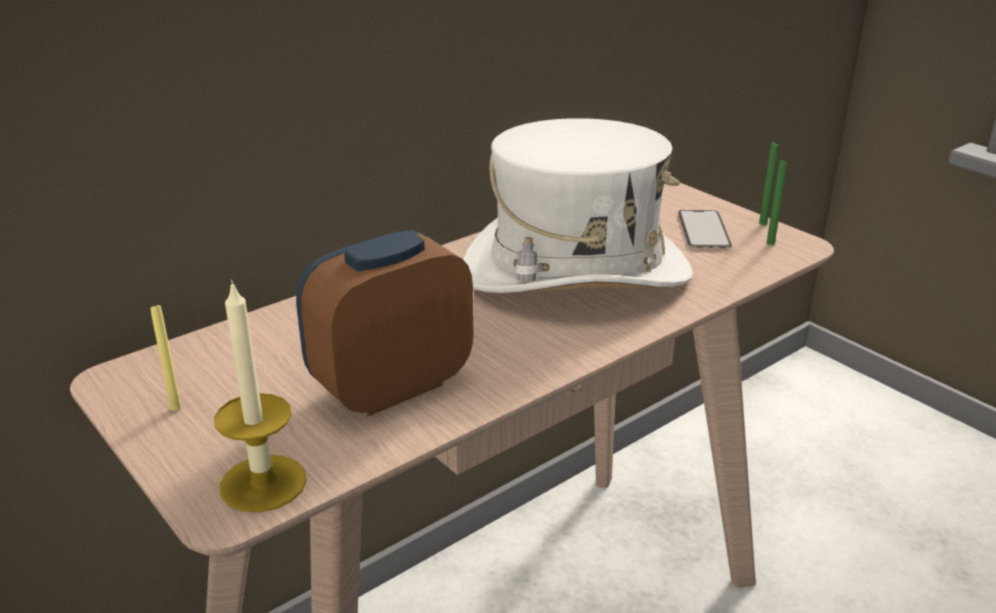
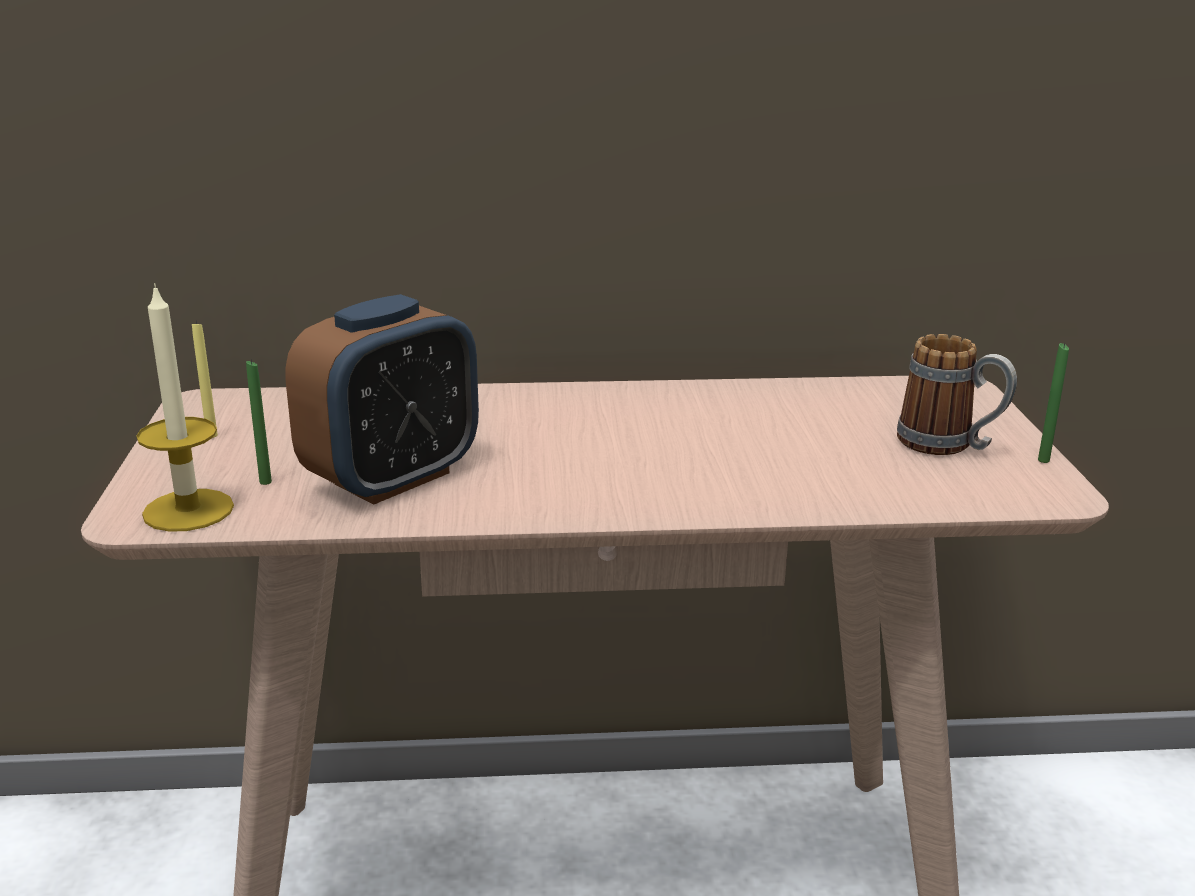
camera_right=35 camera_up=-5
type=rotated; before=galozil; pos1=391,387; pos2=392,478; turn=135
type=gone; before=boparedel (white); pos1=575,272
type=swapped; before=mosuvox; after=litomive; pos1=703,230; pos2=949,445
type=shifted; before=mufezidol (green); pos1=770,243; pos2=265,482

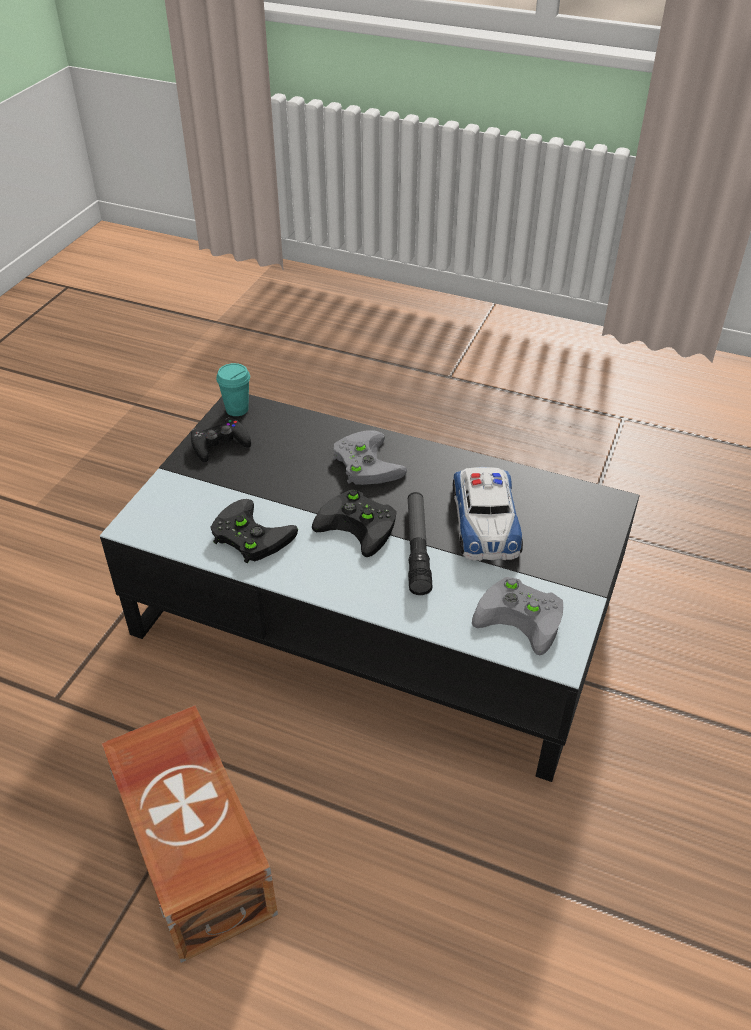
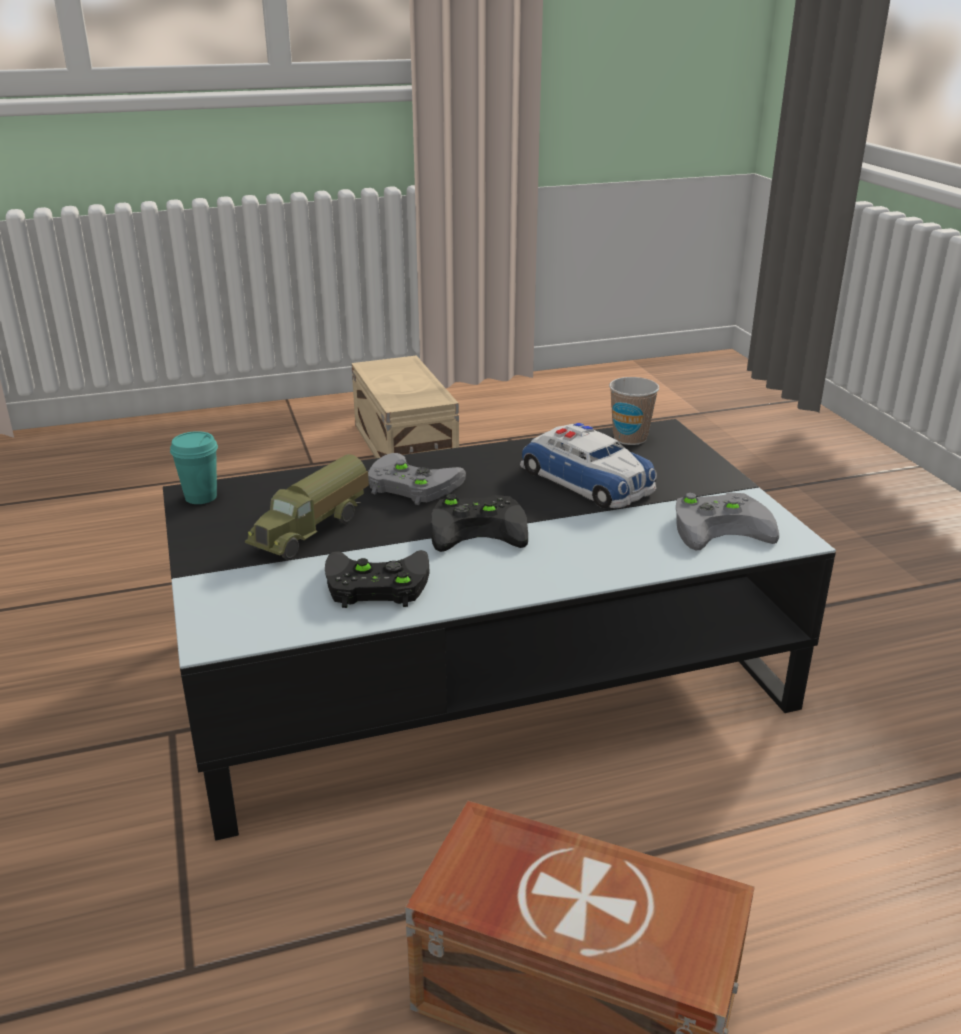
camera_right=-40 camera_up=-15
type=gone; before=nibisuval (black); pos1=220,444
type=gone; before=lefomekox; pos1=417,548
type=new; after=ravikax; pos2=313,531
type=new; after=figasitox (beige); pos2=403,448
type=new; after=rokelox; pos2=630,438

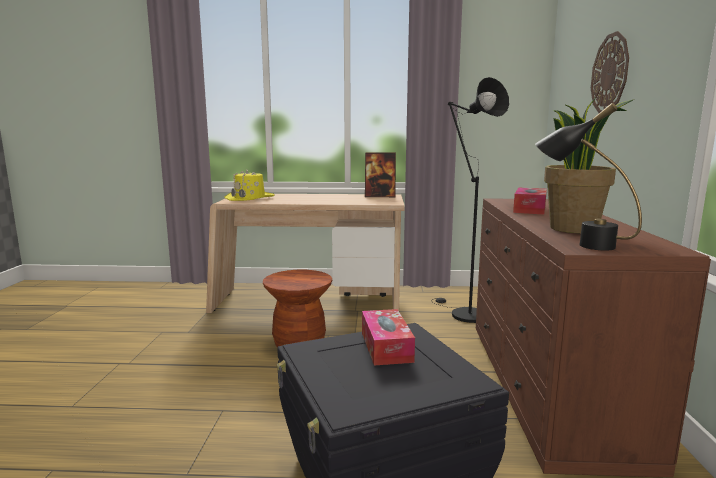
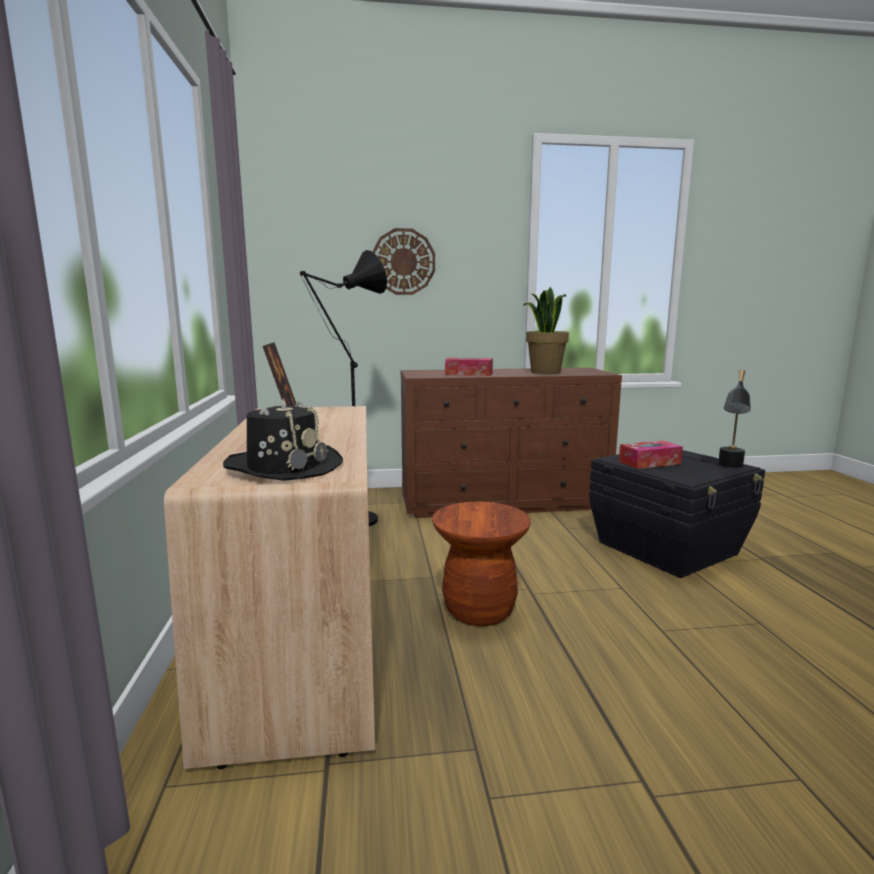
camera_right=-100 camera_up=0
type=repainted; before=boparedel (yellow); after=boparedel (black); pos1=250,198; pos2=284,466
type=shifted; before=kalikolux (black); pos1=579,244; pos2=730,467

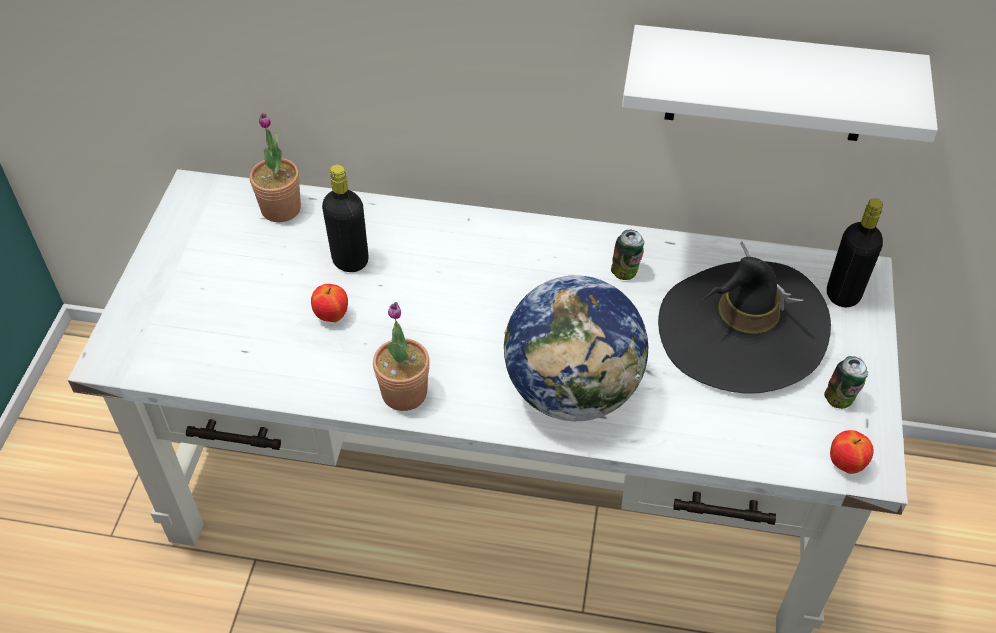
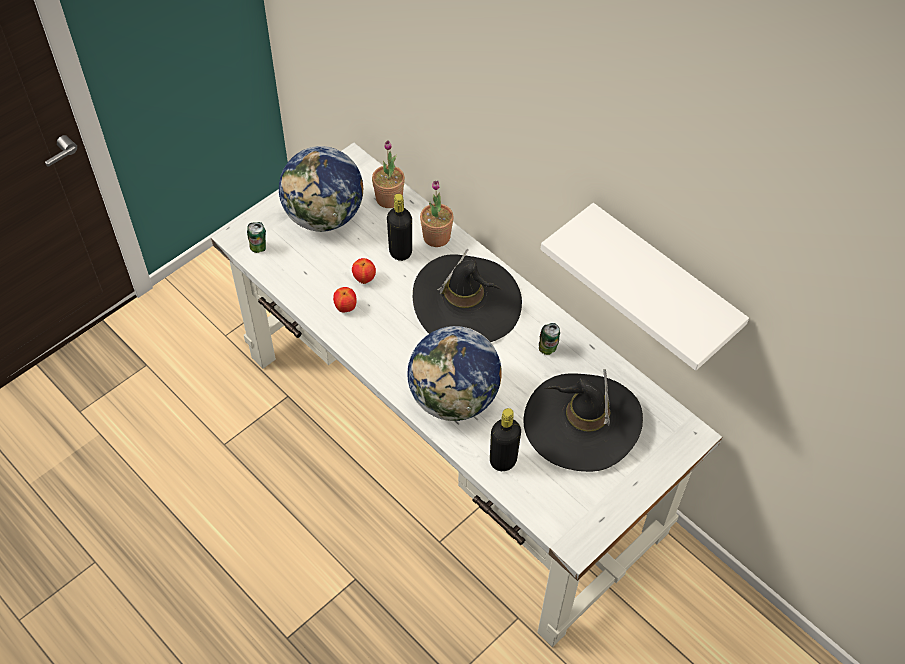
camera_right=35 camera_up=5
type=shifted; before=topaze; pos1=404,393; pos2=436,237
type=shifted; before=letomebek; pos1=840,399; pos2=259,248
type=shifted; before=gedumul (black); pos1=843,294; pos2=503,460
type=shifted; before=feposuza; pos1=845,464; pos2=345,308
type=new; after=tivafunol; pos2=324,216
type=new; after=boparedel (black); pos2=467,303

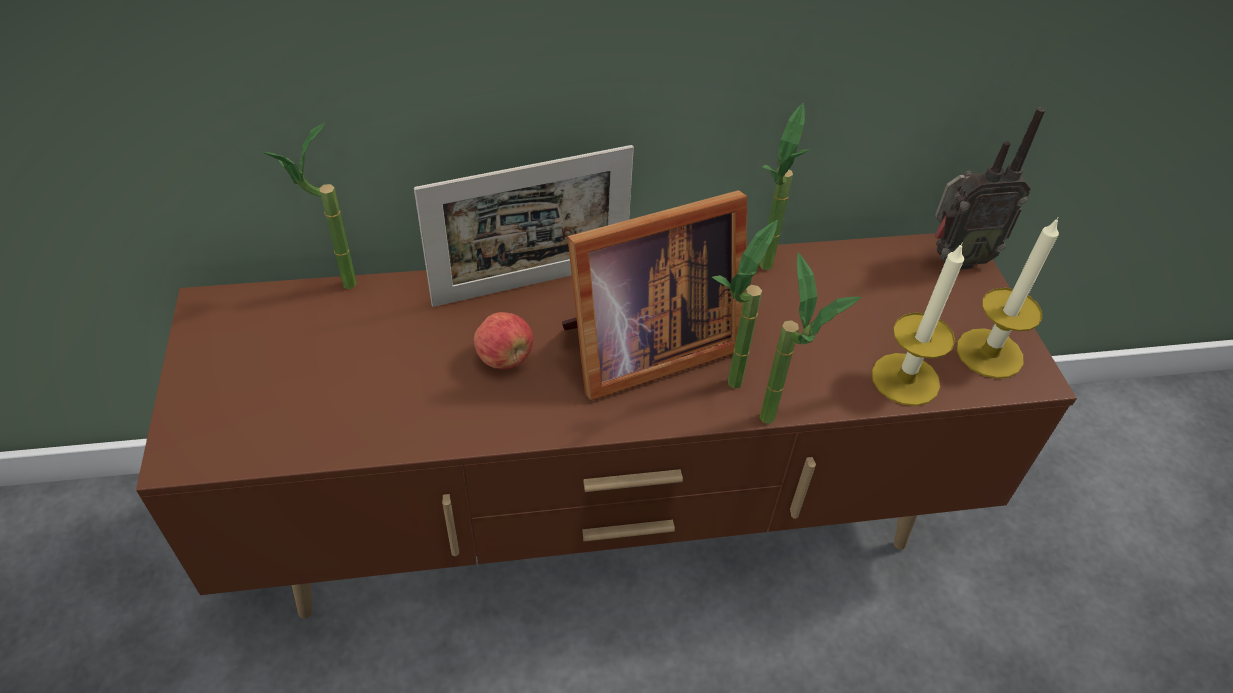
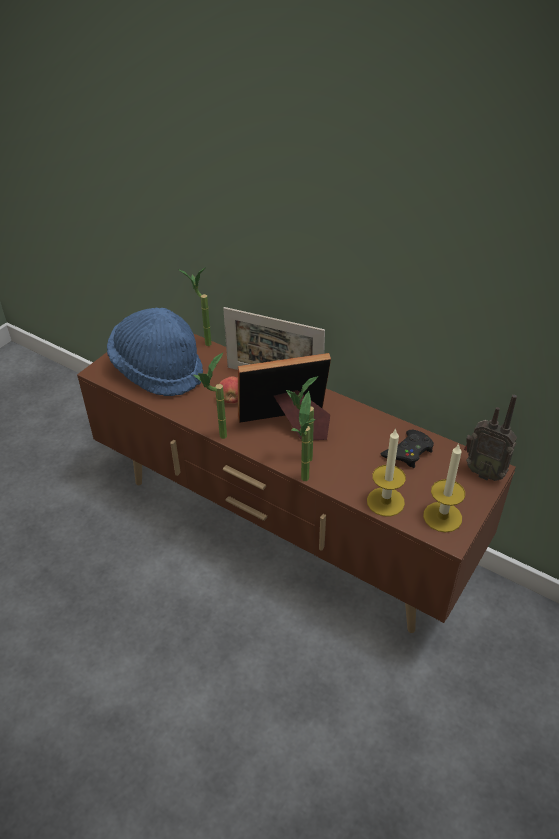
camera_right=45 camera_up=-5
type=rotated; before=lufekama; pos1=643,348; pos2=288,425; turn=150
type=shifted; before=topaze; pos1=765,275; pos2=217,440
type=new; after=boparedel (blue); pos2=158,370
type=new; after=nibisuval (black); pos2=408,452

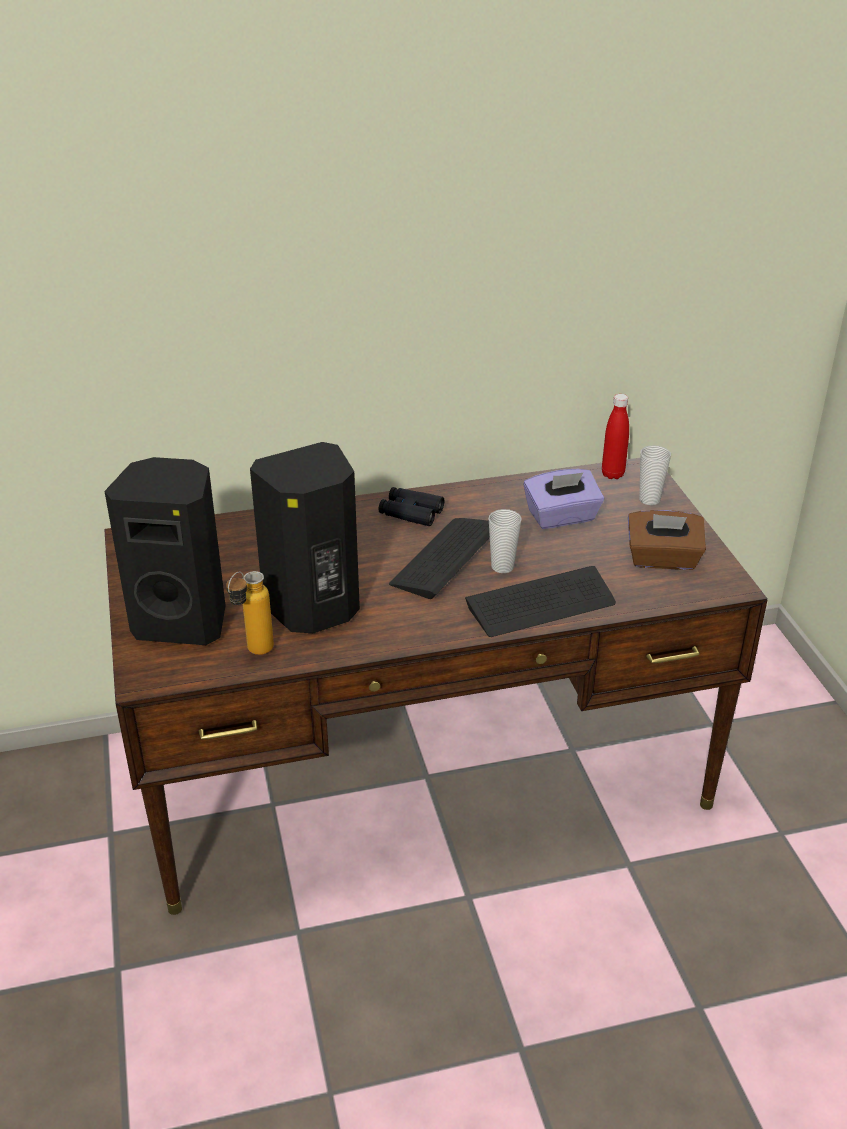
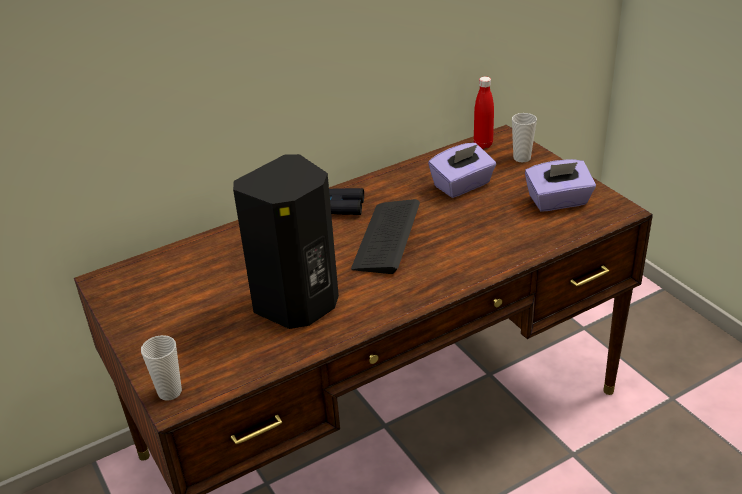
camera_right=-15 camera_up=0
type=gone; before=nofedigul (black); pos1=183,621
type=gone; before=gedumul; pos1=253,653
type=gone; before=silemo; pos1=541,604
type=shifted; before=rokelox; pos1=502,567; pos2=170,392
type=repainted; before=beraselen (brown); after=beraselen (purple); pos1=663,559; pos2=558,201

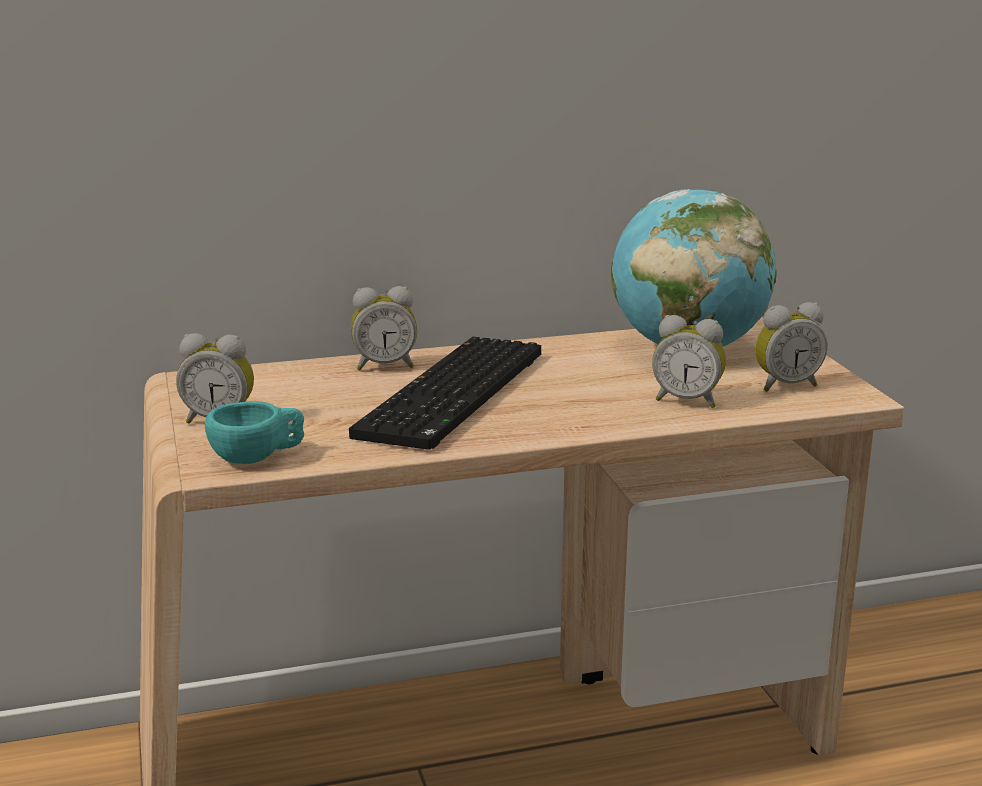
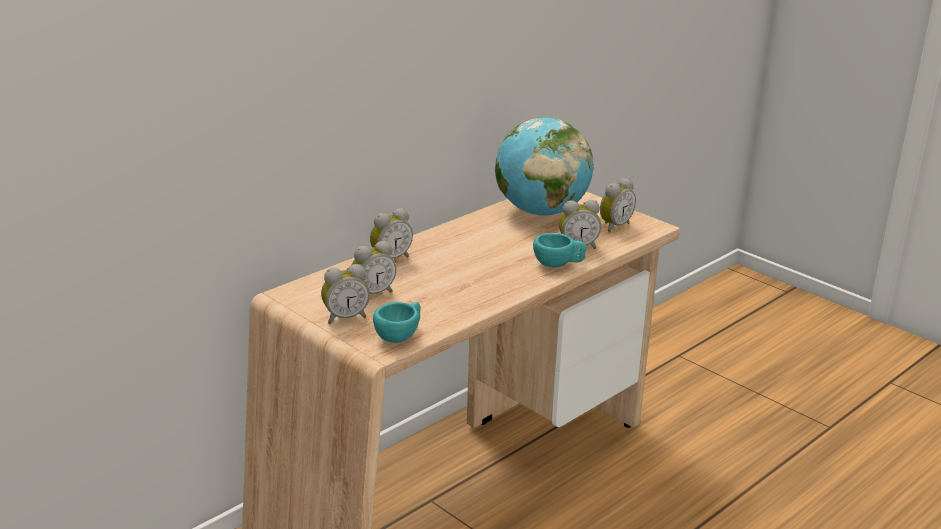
camera_right=-30 camera_up=5
type=gone; before=silemo; pos1=455,396
type=new; after=galozil; pos2=372,294
type=new; after=rokelox (turquoise); pos2=558,264

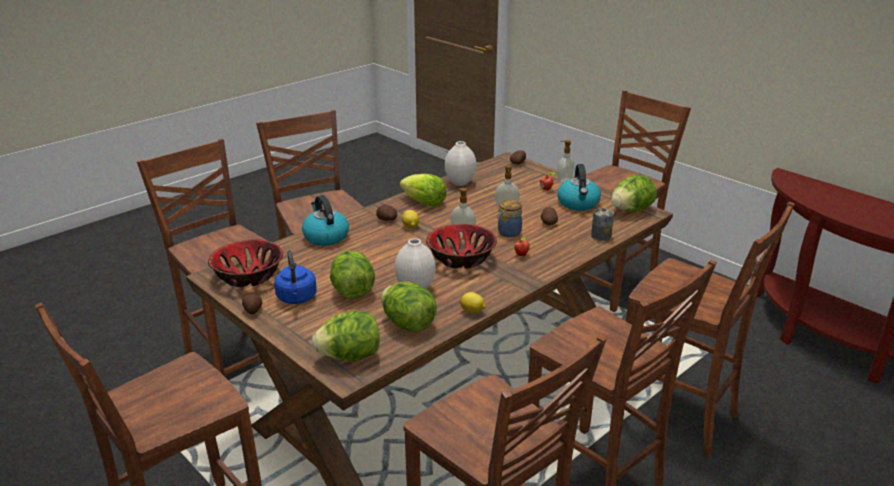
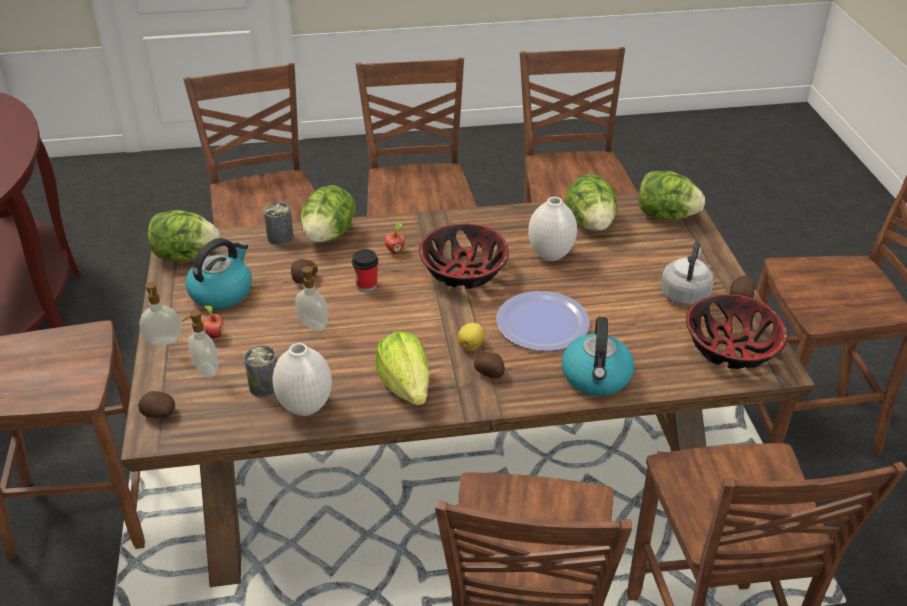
camera_right=-145 camera_up=10
type=repainted; before=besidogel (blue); after=besidogel (grey); pos1=297,298; pos2=685,293
type=shifted; before=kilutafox; pos1=352,291; pos2=328,235
type=shifted; before=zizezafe; pos1=463,232; pos2=205,370
type=gone; before=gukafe; pos1=472,311
type=swapped; before=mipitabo; after=rokelox; pos1=508,232; pos2=366,285
type=new; after=letomebek; pos2=265,386
type=new; after=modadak; pos2=542,323

